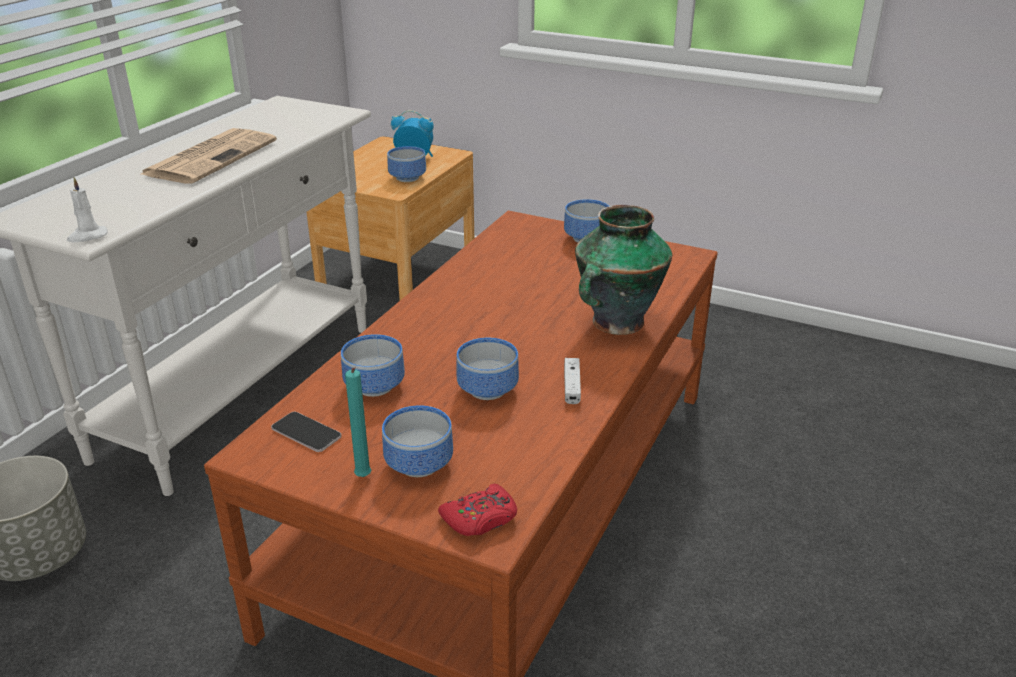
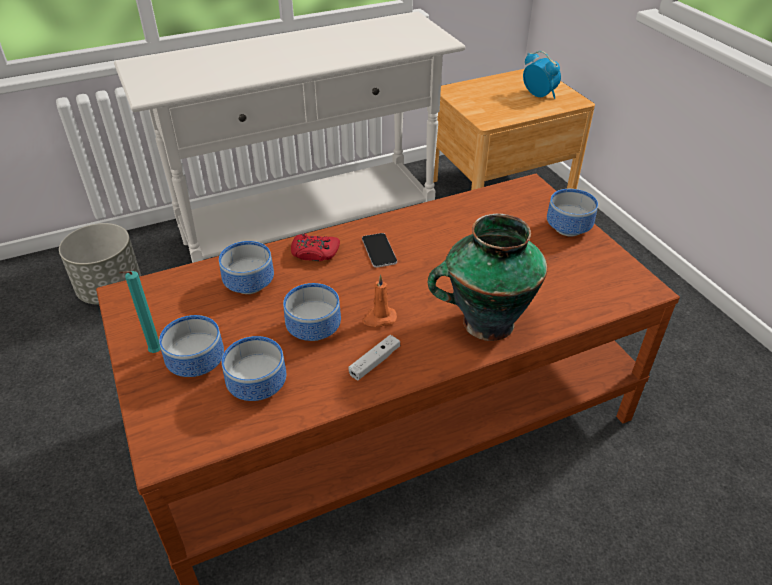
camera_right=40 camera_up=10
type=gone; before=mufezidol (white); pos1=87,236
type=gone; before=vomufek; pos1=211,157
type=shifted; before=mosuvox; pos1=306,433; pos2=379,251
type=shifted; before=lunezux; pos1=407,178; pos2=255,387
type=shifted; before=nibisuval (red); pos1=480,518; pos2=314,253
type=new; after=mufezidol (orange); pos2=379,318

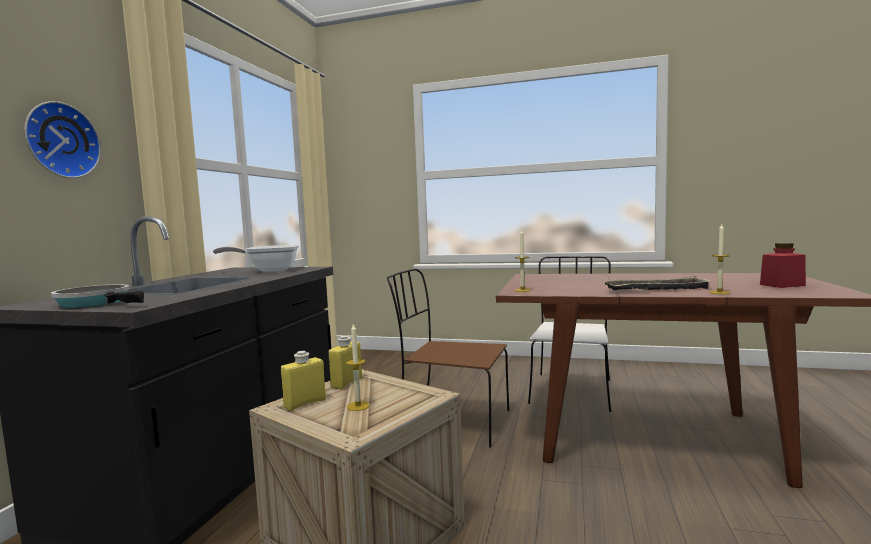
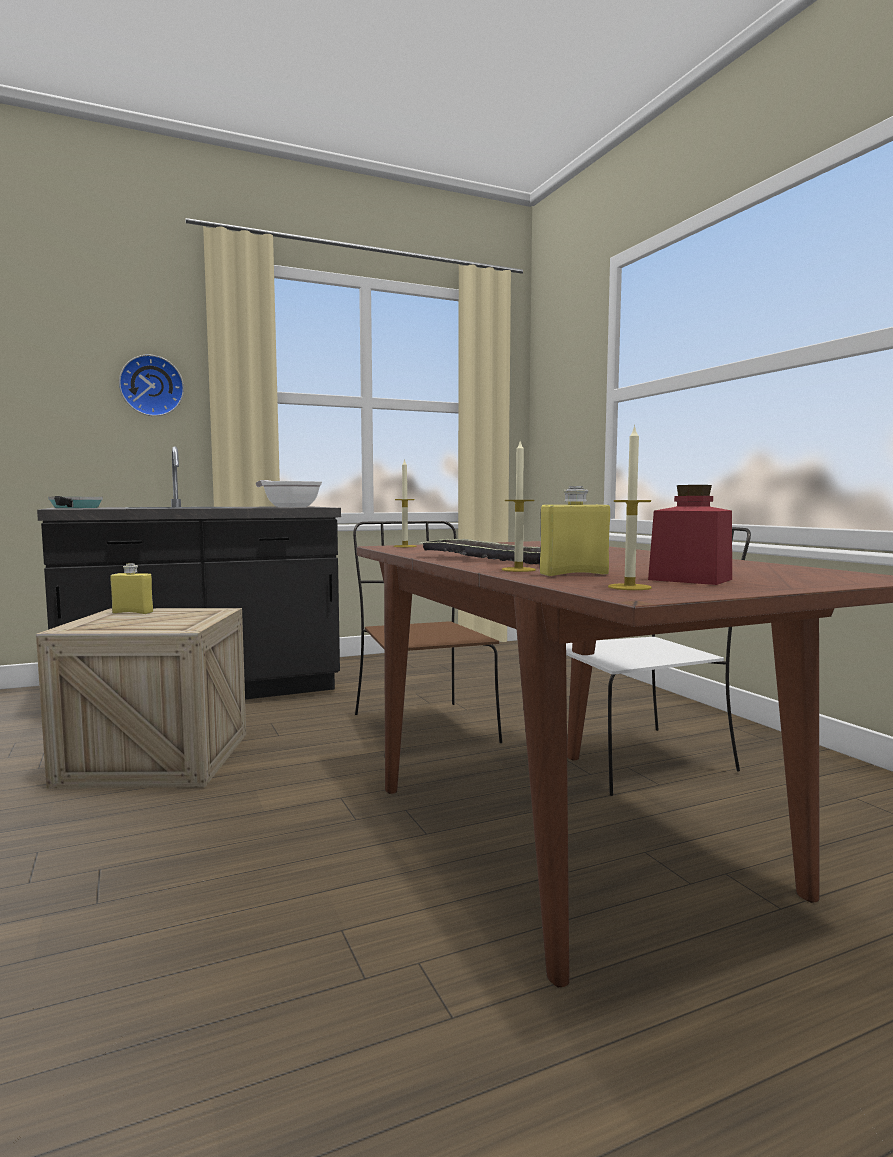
camera_right=50 camera_up=0
type=shifted; before=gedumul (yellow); pos1=346,383; pos2=574,574
type=shifted; before=mufezidol; pos1=358,406; pos2=629,587

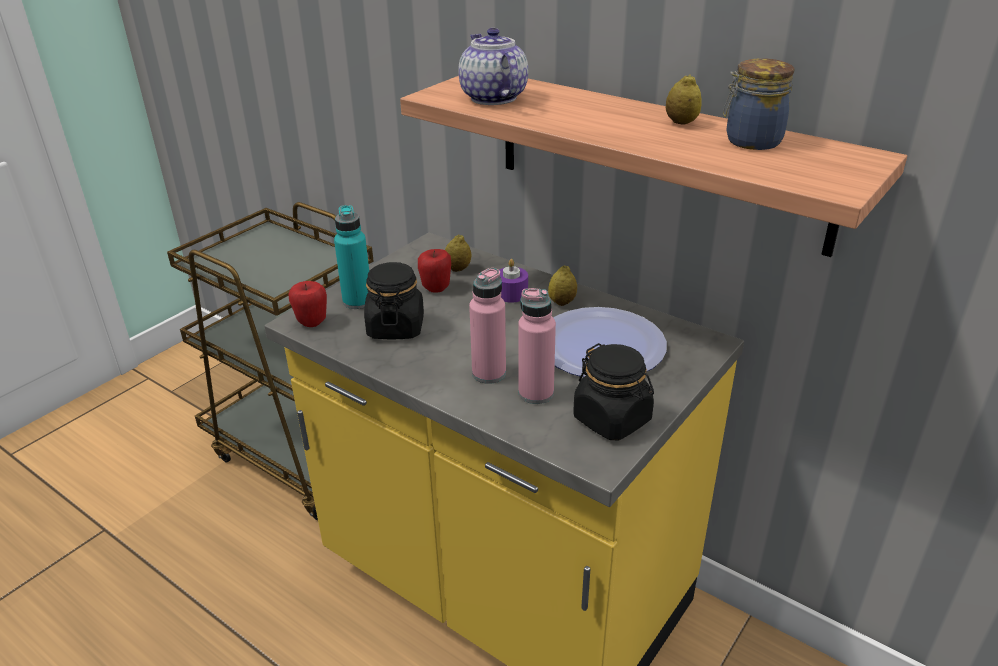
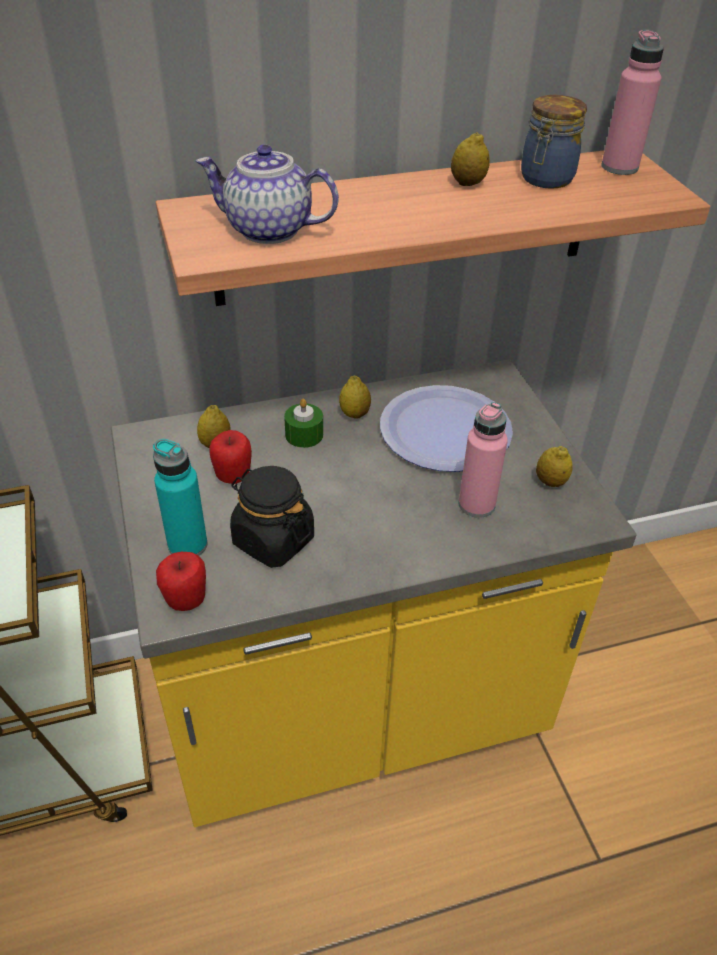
camera_right=-55 camera_up=10
type=shifted; before=gedumul (pink); pos1=489,373; pos2=619,167
type=repainted; before=mufezidol (purple); after=mufezidol (green); pos1=511,293; pos2=304,435
type=swapped; before=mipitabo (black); after=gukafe; pos1=612,419; pos2=550,482

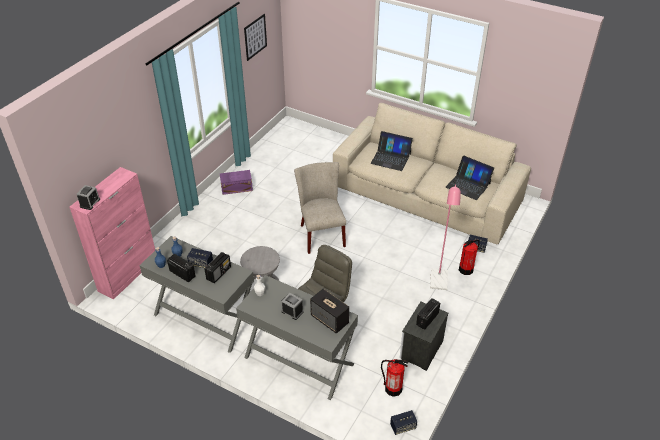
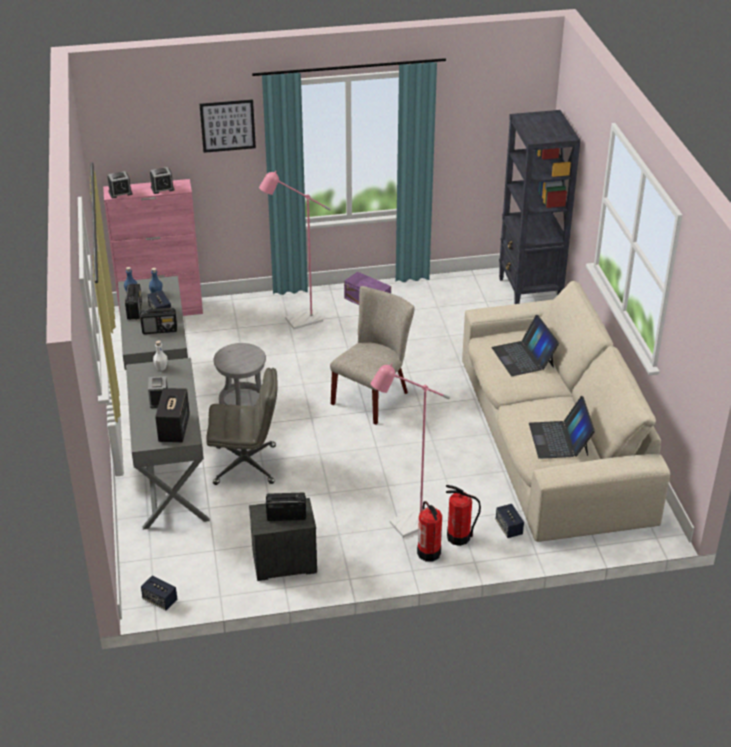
camera_right=50 camera_up=-5
type=shifted; before=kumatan; pos1=255,37; pos2=227,125
type=shifted; before=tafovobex; pos1=393,388; pos2=429,552
type=new; after=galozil; pos2=162,188
type=new; after=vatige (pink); pos2=298,321
type=new; after=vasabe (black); pos2=529,293

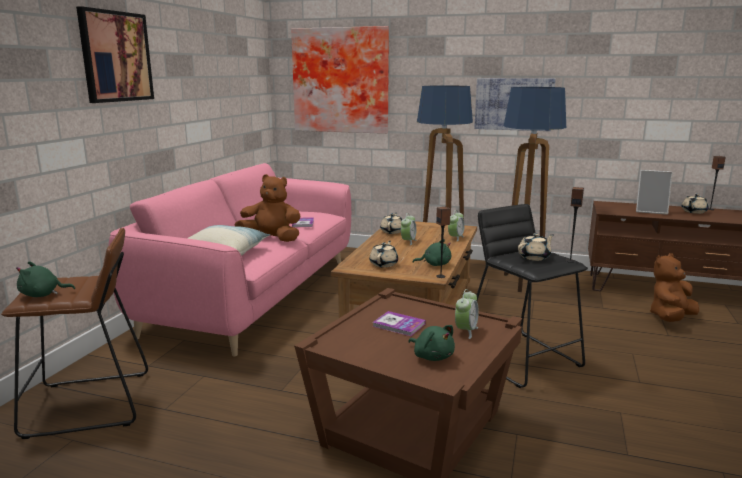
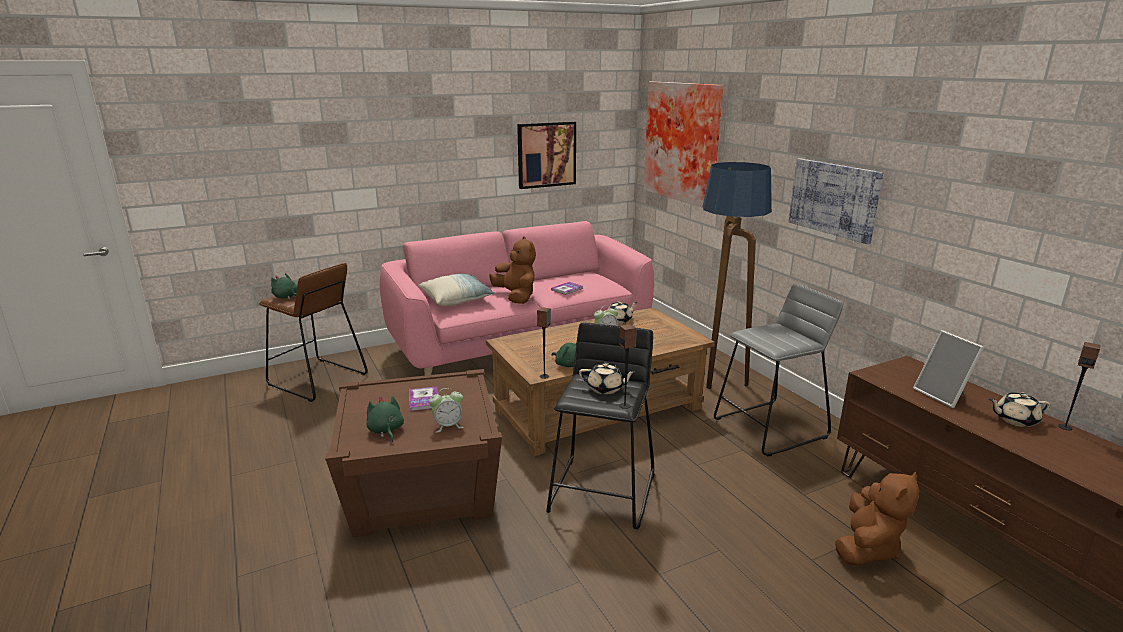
camera_right=45 camera_up=5
type=shifted; before=kumatan; pos1=116,56; pos2=546,154
type=gone; before=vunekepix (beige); pos1=384,264
type=rotated; before=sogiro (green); pos1=432,356; pos2=386,430; turn=150
type=gone; before=galozil; pos1=455,238
type=swapped; before=vatige; after=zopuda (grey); pos1=521,283; pos2=770,428
type=rotated; before=sogiro (brown); pos1=670,318; pos2=867,548; turn=120

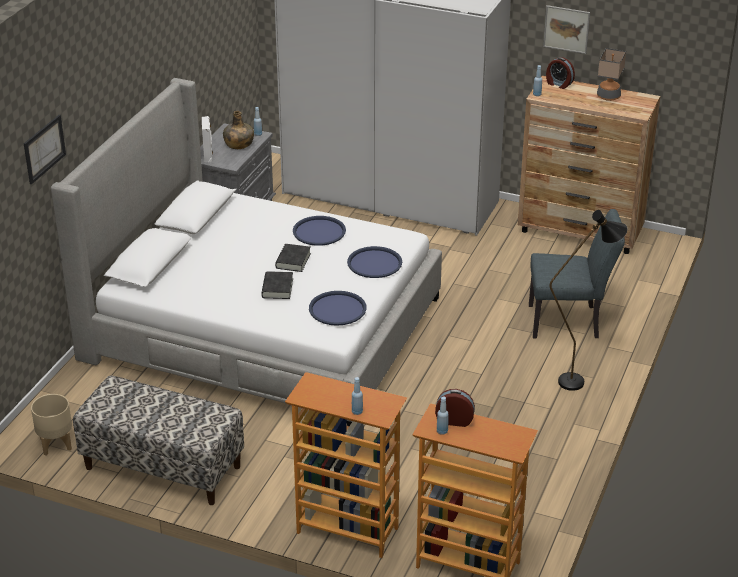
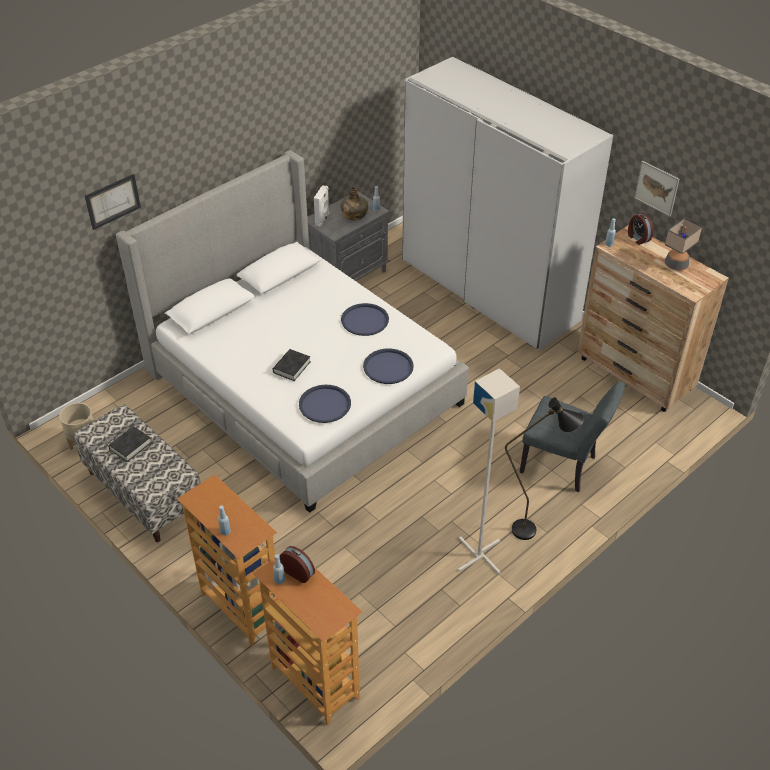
camera_right=25 camera_up=10
type=shifted; before=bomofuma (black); pos1=293,261; pos2=130,446
type=new; after=vatige (grey); pos2=480,556

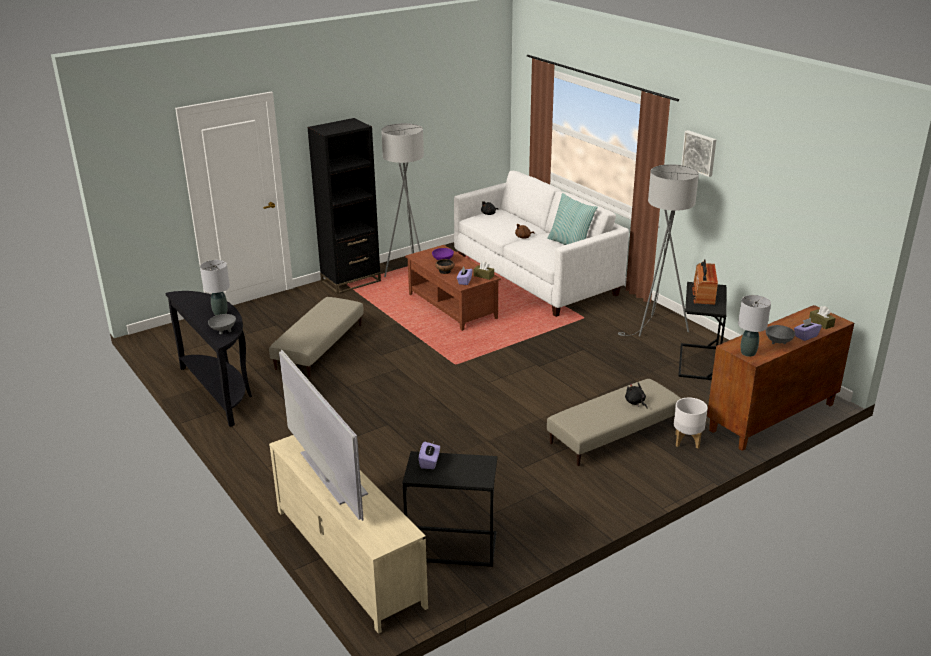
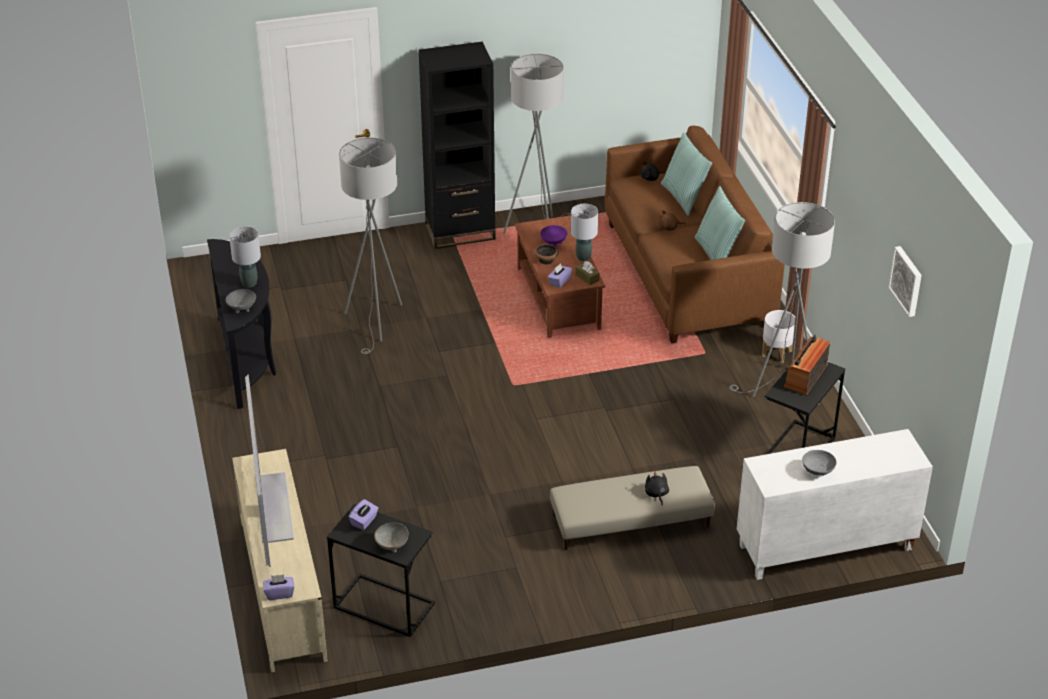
camera_right=20 camera_up=10
type=swapped; before=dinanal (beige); after=vatige (grey); pos1=319,346; pos2=377,323
type=repainted; before=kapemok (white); after=kapemok (brown); pos1=536,277; pos2=687,274
type=shifted; before=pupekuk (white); pos1=687,441; pos2=777,353
type=shifted; before=kumatan; pos1=699,153; pos2=907,281
type=repainted; before=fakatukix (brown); after=fakatukix (white); pos1=772,418; pos2=825,548
type=shifted; before=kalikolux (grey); pos1=748,353; pos2=583,257
type=shifted; before=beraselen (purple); pos1=805,336; pos2=279,593
type=gone; before=beraselen (brown); pos1=821,323
type=new; after=lunezux (grey); pos2=392,545
type=new; after=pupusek; pos2=684,197

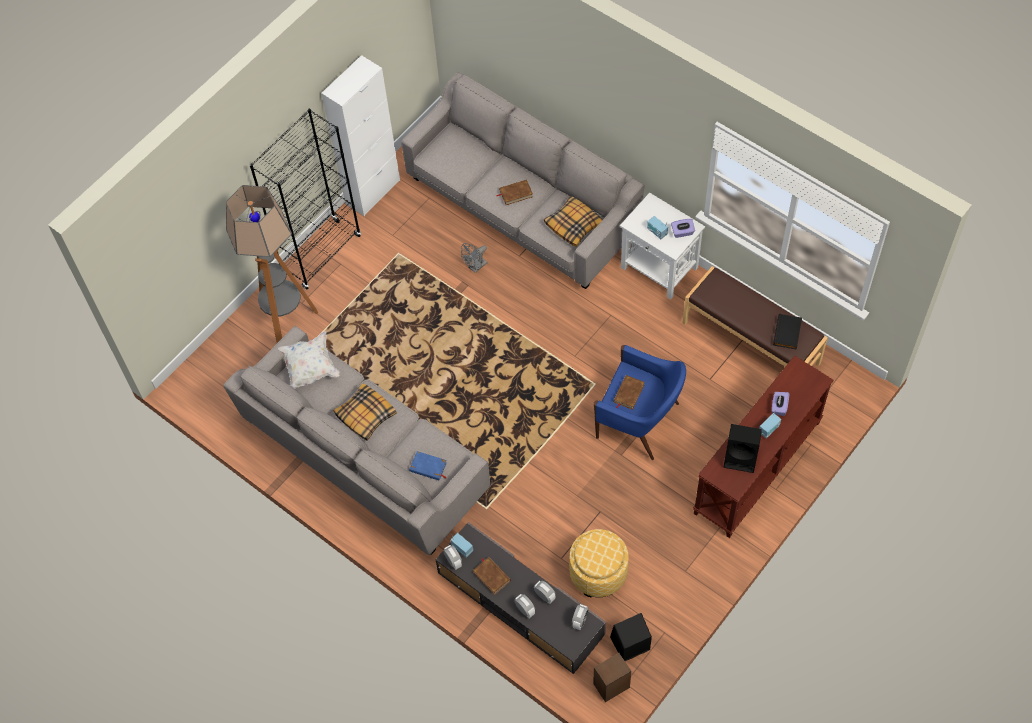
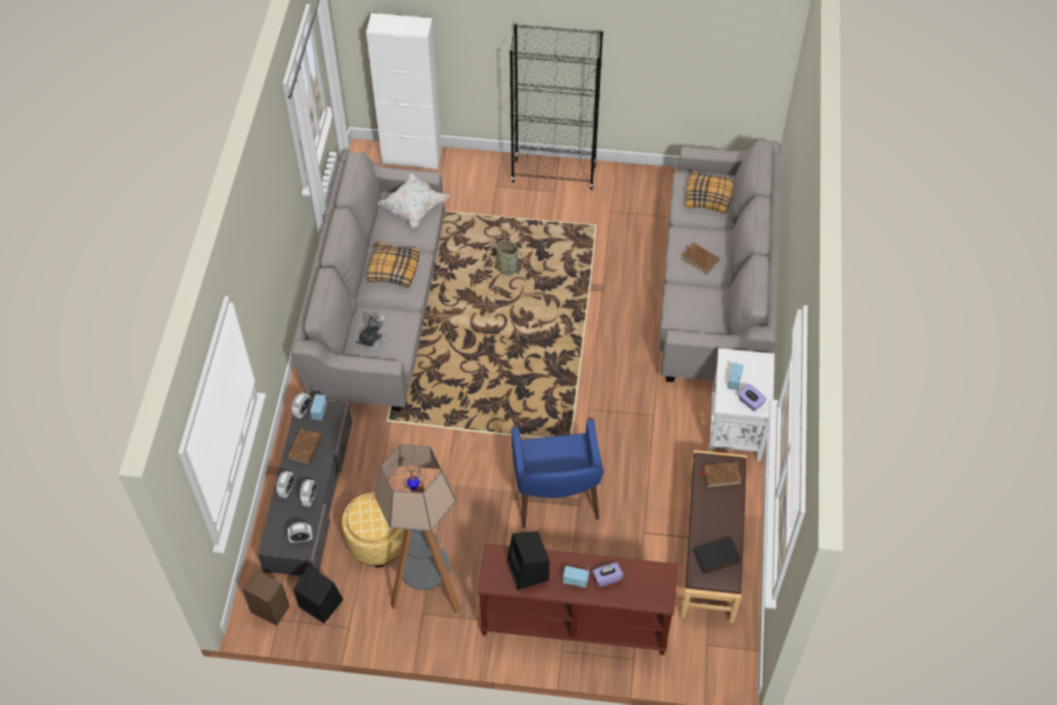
camera_right=55 camera_up=-5
type=shifted; before=vatige; pos1=286,322; pos2=427,591
type=shifted; before=fakatukix (white); pos1=373,192; pos2=412,157
type=swapped; before=bomofuma (blue); after=sogiro; pos1=428,467; pos2=372,339
type=gone; before=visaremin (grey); pos1=475,267
type=shifted; before=pupusek; pos1=573,225; pos2=709,197
type=shifted; before=bomofuma (brown); pos1=628,393; pos2=721,475
type=new; after=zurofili; pos2=508,269

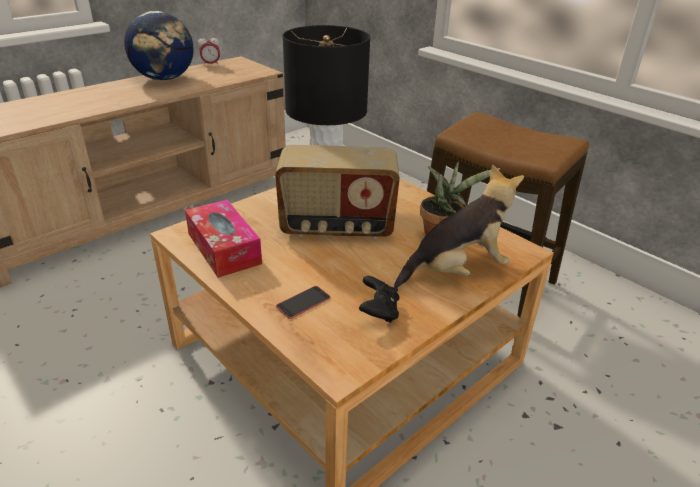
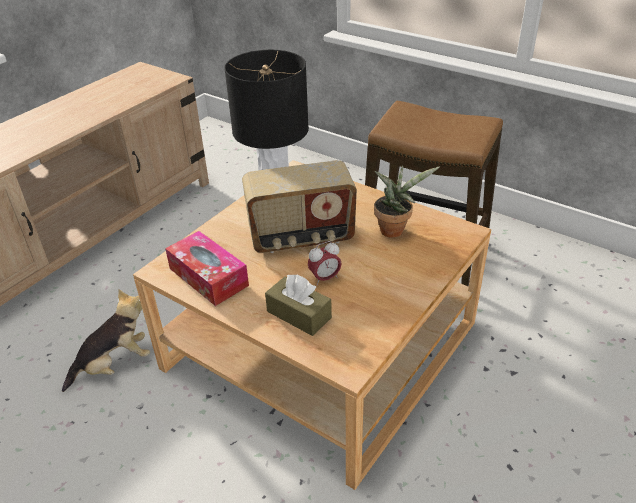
camera_right=-10 camera_up=5
type=gone; before=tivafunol; pos1=165,79
type=shifted; before=galozil; pos1=211,65; pos2=325,278
type=swapped; before=mosuvox; after=beraselen (brown); pos1=303,302; pos2=299,314
type=gone; before=nibisuval (black); pos1=379,311
type=shifted; before=sogiro; pos1=456,270; pos2=115,365

